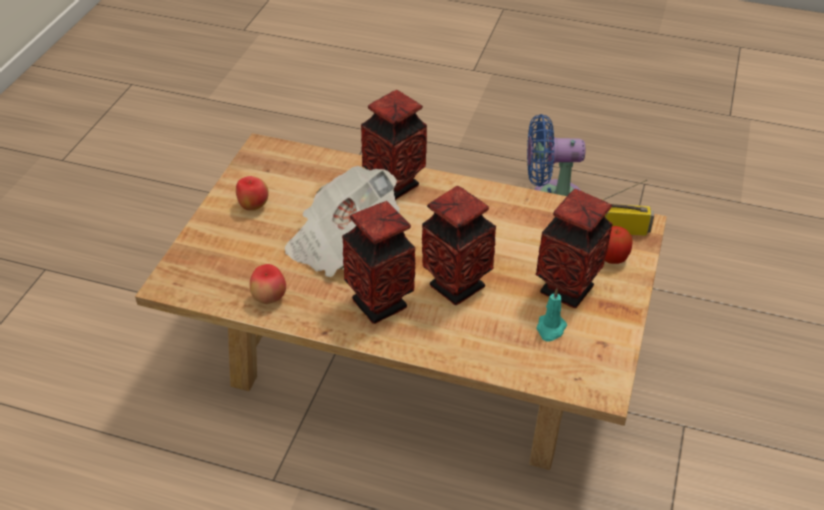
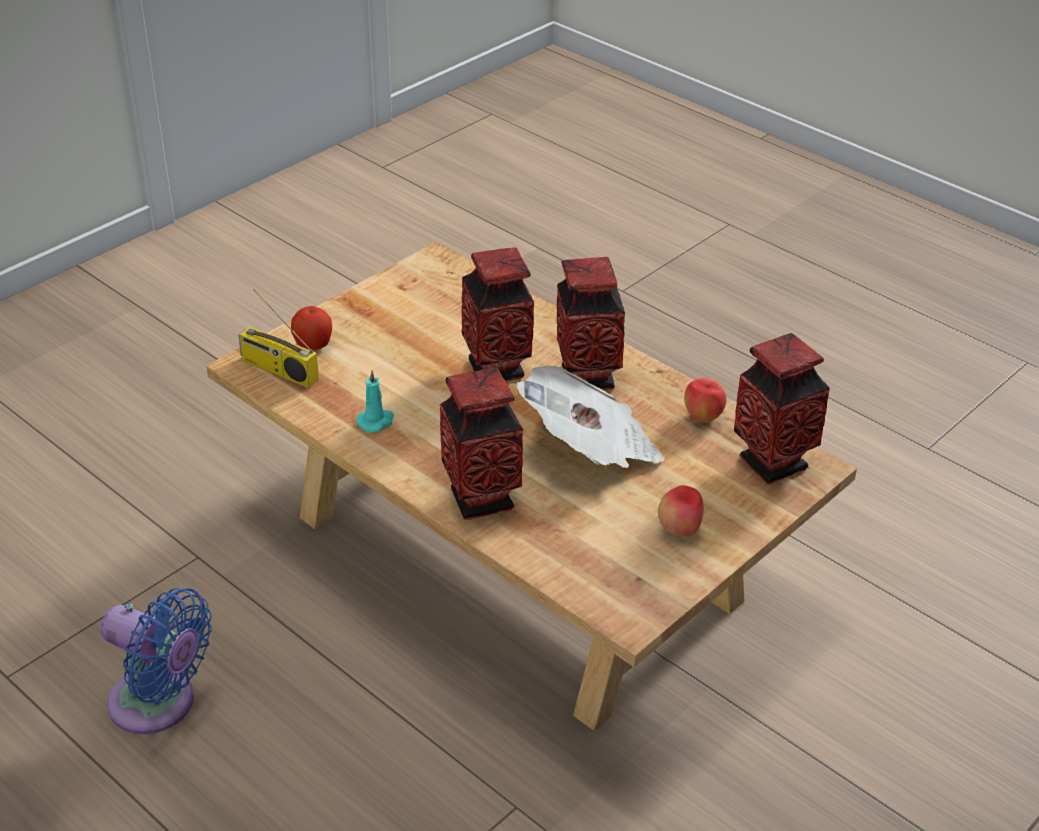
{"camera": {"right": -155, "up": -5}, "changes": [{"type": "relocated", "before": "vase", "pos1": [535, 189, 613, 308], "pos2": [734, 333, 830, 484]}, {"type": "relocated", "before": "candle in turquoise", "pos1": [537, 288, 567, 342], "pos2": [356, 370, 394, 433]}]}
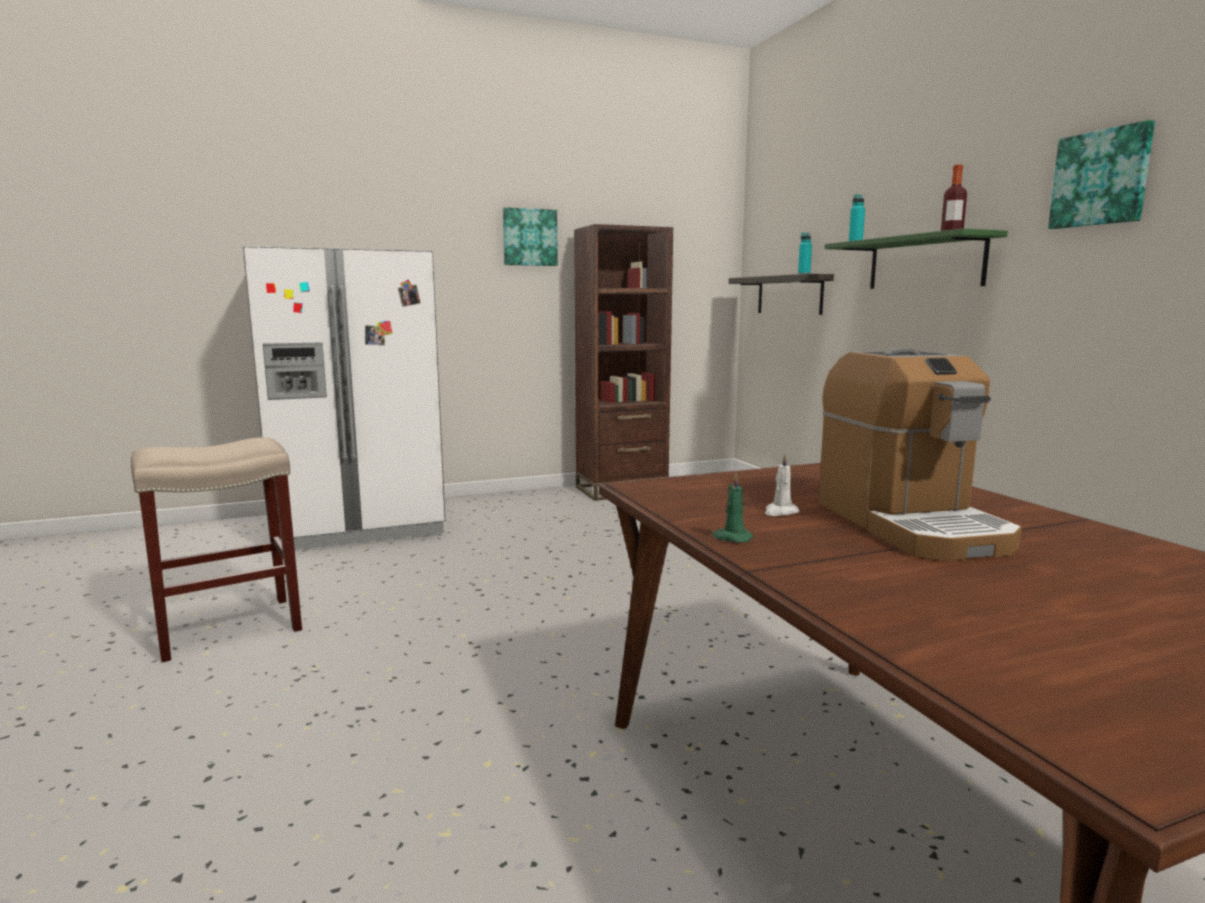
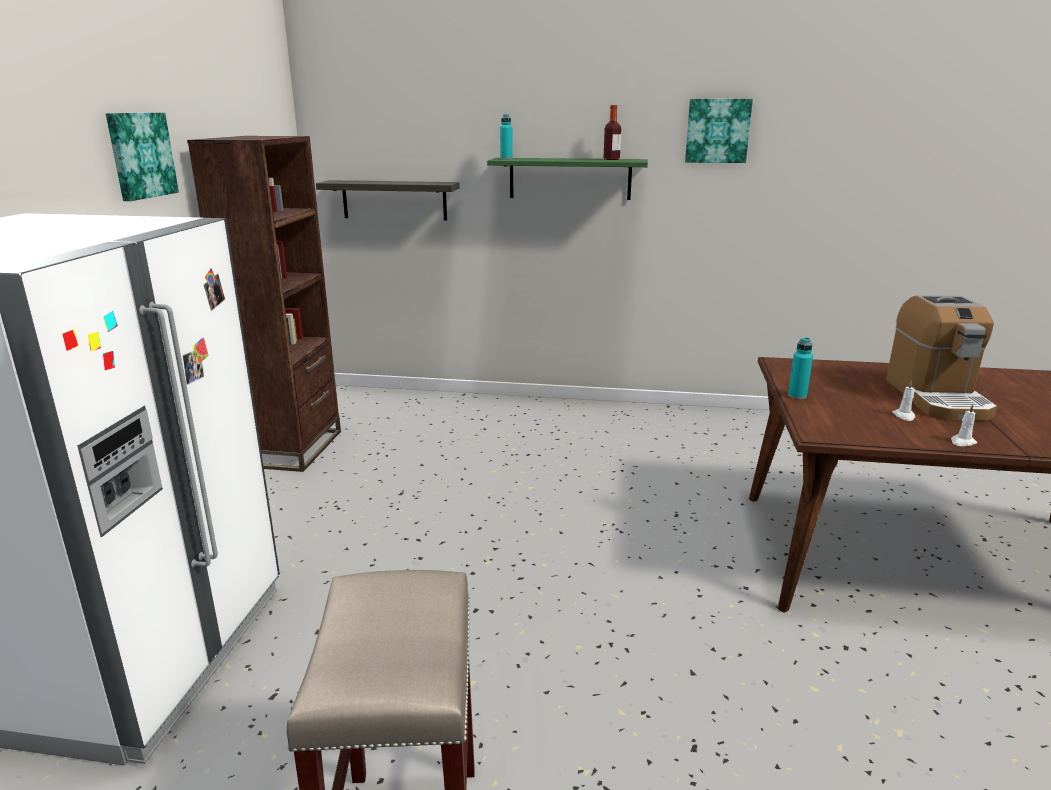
{"camera": {"right": -60, "up": 10}, "changes": [{"type": "relocated", "before": "bottle in turquoise", "pos1": [798, 233, 812, 274], "pos2": [788, 337, 813, 399]}, {"type": "colour", "before": "candle in green", "after": "candle in white", "pos1": [712, 473, 754, 543], "pos2": [951, 404, 977, 446]}, {"type": "spun", "before": "coffee machine", "pos1": [818, 348, 1021, 561], "pos2": [886, 295, 997, 421], "turn": 75}]}
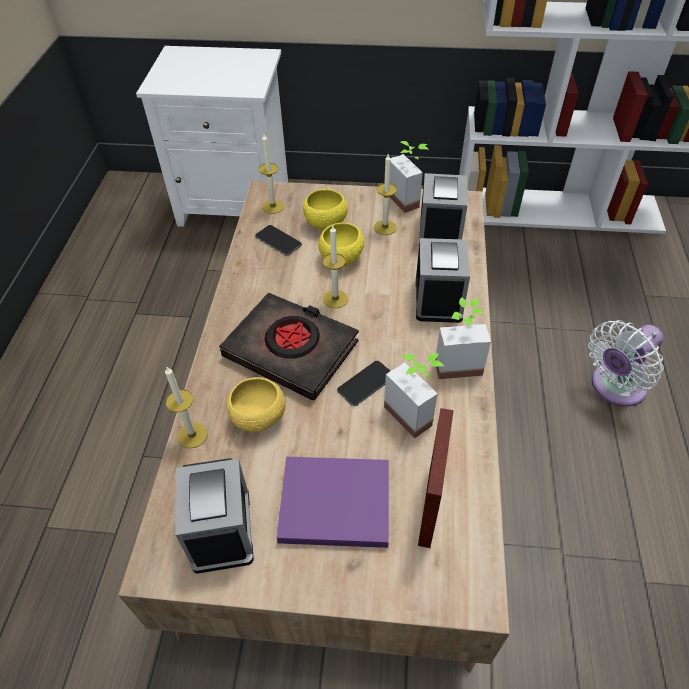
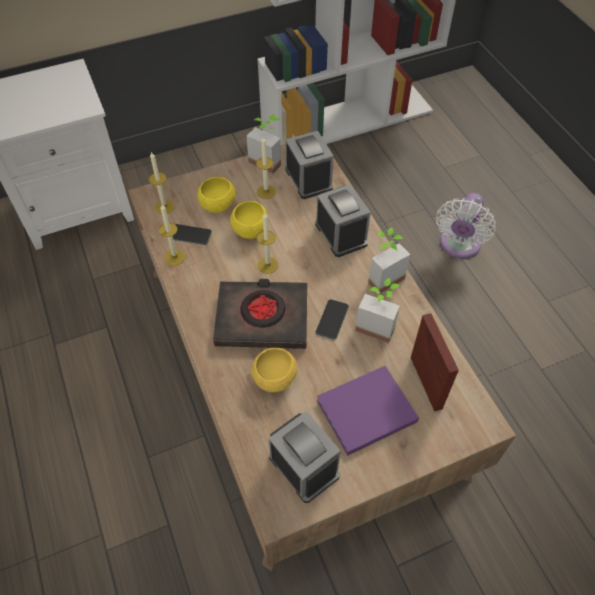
{"camera": {"right": -30, "up": 5}, "changes": [{"type": "relocated", "before": "candle", "pos1": [165, 367, 208, 448], "pos2": [159, 205, 185, 266]}]}
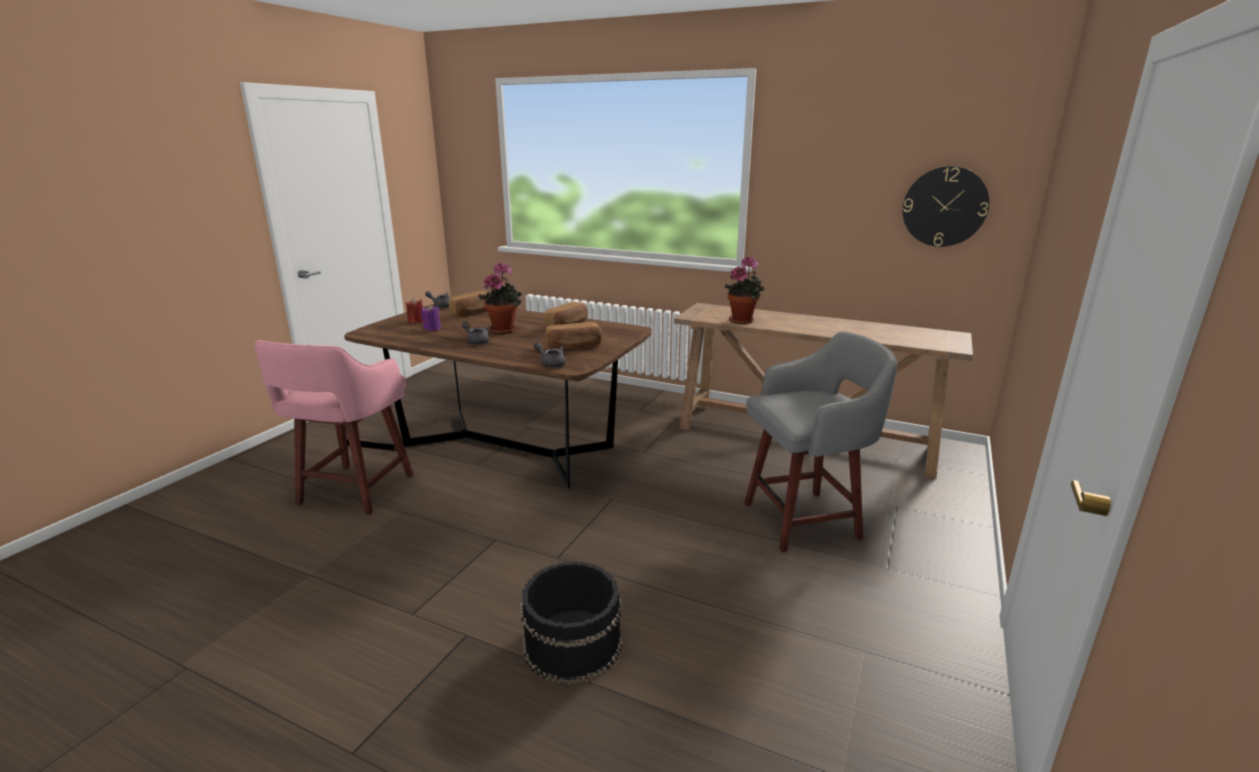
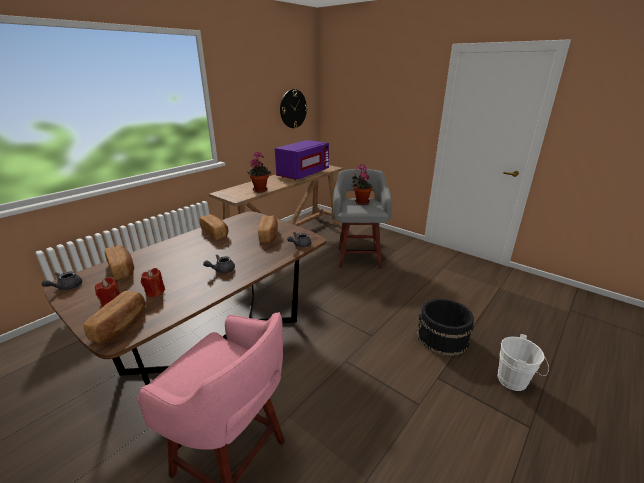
{"camera": {"right": -75, "up": 5}, "changes": [{"type": "appeared", "after": "bread", "pos2": [84, 291, 145, 343]}, {"type": "appeared", "after": "microwave in purple", "pos2": [275, 140, 329, 180]}, {"type": "appeared", "after": "bucket in white", "pos2": [498, 334, 549, 391]}, {"type": "relocated", "before": "potted plant", "pos1": [478, 262, 522, 334], "pos2": [352, 164, 373, 205]}, {"type": "colour", "before": "candle in purple", "after": "candle in red", "pos1": [422, 305, 441, 331], "pos2": [141, 268, 165, 297]}]}
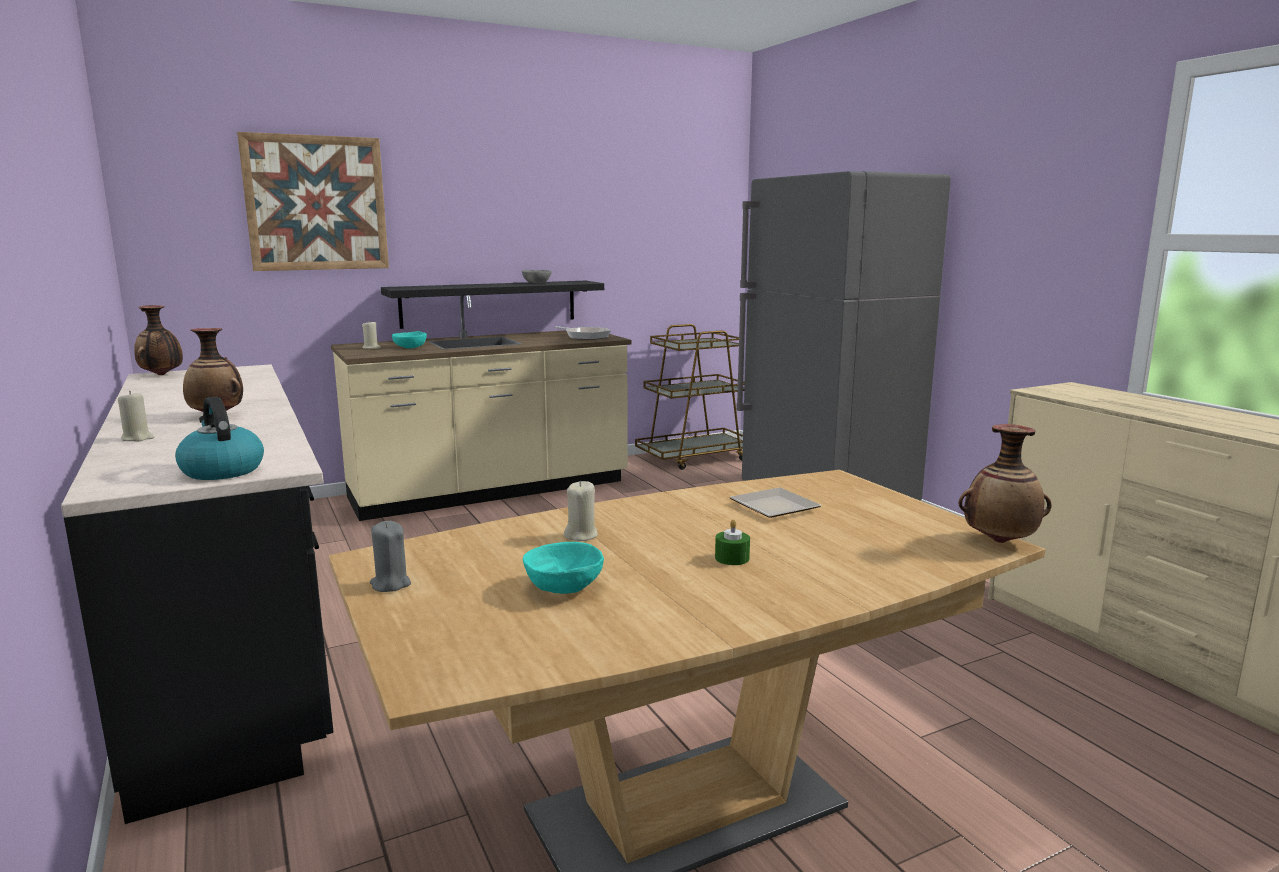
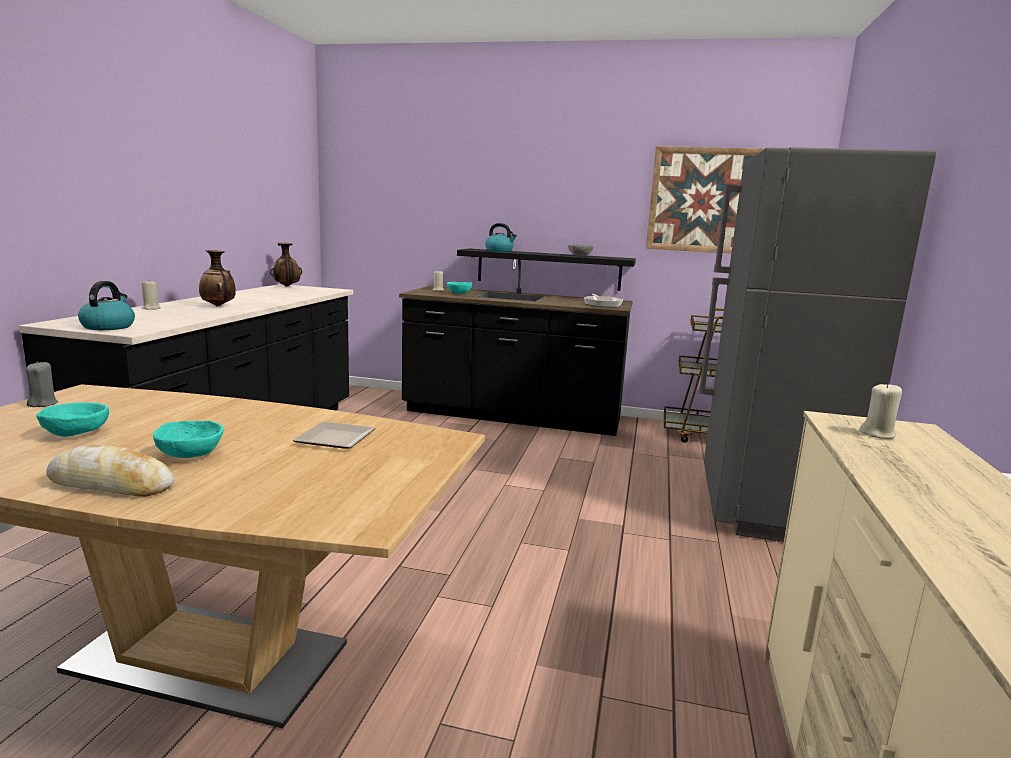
{"camera": {"right": 40, "up": 0}, "changes": [{"type": "missing", "before": "vase", "pos1": [959, 424, 1052, 543]}, {"type": "appeared", "after": "bread", "pos2": [46, 445, 174, 497]}, {"type": "appeared", "after": "kettle", "pos2": [485, 223, 517, 252]}, {"type": "relocated", "before": "picture", "pos1": [237, 132, 389, 271], "pos2": [646, 146, 763, 254]}, {"type": "relocated", "before": "candle in beige", "pos1": [564, 481, 598, 541], "pos2": [859, 383, 902, 439]}, {"type": "exchanged", "before": "candle in green", "after": "bowl in turquoise", "pos1": [715, 519, 750, 565], "pos2": [153, 420, 224, 458]}, {"type": "colour", "before": "counter in beige", "after": "counter in black", "pos1": [331, 295, 631, 521], "pos2": [399, 259, 633, 436]}]}
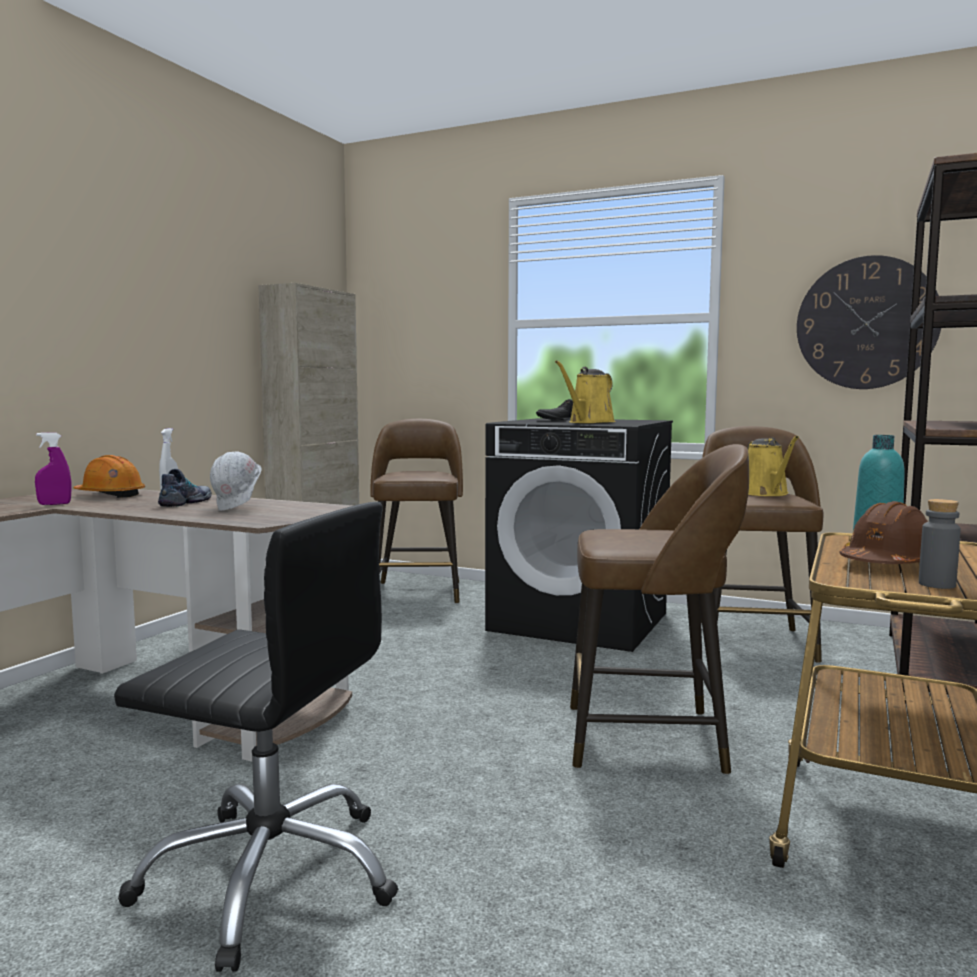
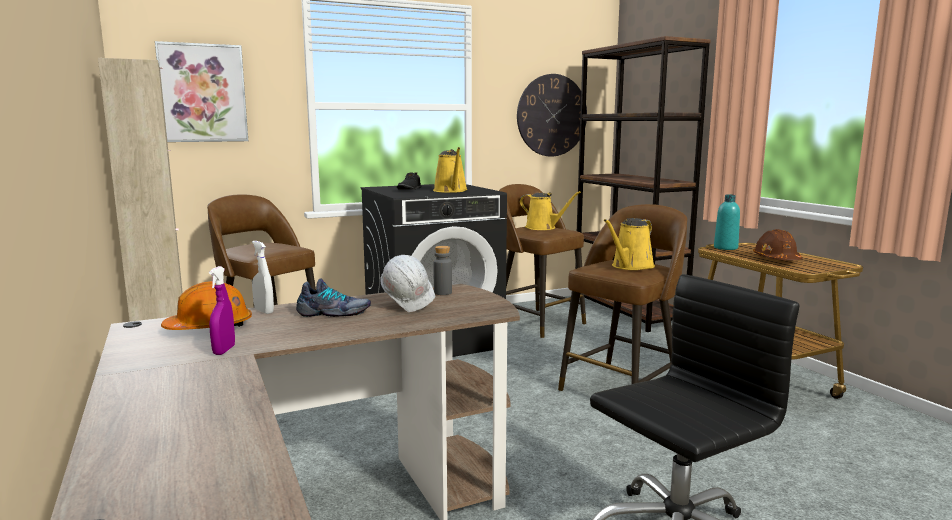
{"camera": {"right": -50, "up": 5}, "changes": [{"type": "appeared", "after": "picture", "pos2": [155, 41, 248, 142]}, {"type": "appeared", "after": "watering can in yellow", "pos2": [604, 218, 655, 270]}, {"type": "relocated", "before": "bottle in grey", "pos1": [919, 499, 961, 589], "pos2": [433, 246, 452, 295]}, {"type": "spun", "before": "shoe", "pos1": [158, 469, 212, 507], "pos2": [296, 279, 371, 317], "turn": 120}]}
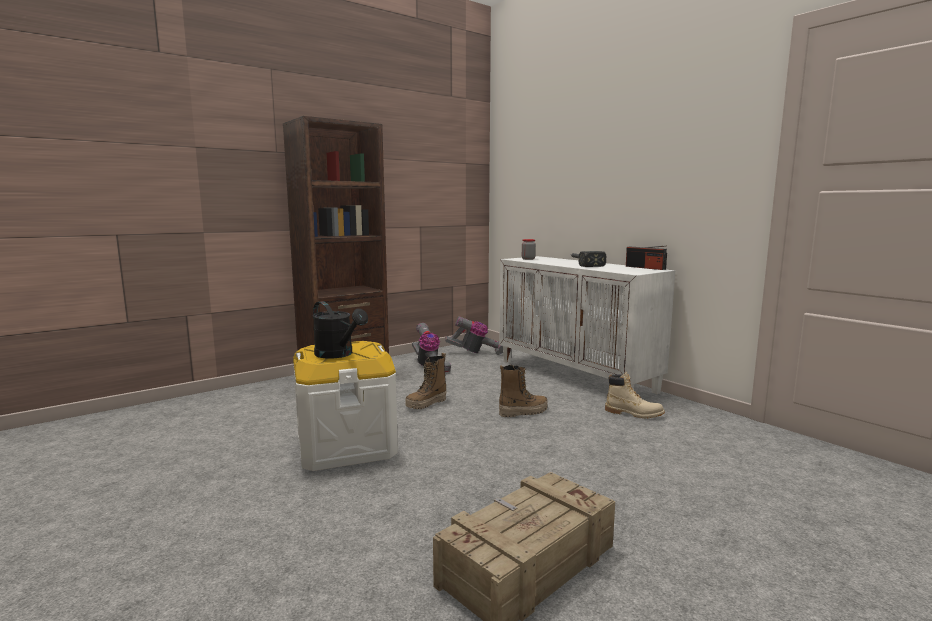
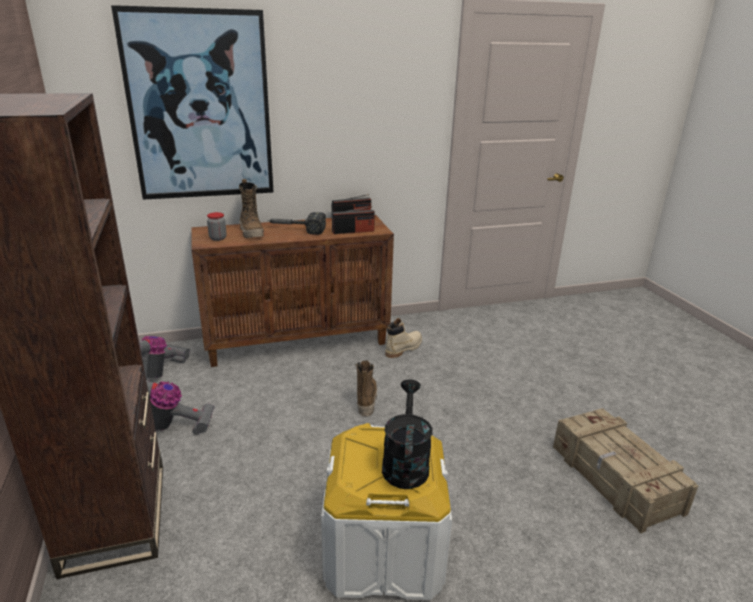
{"camera": {"right": -70, "up": 15}, "changes": [{"type": "appeared", "after": "picture", "pos2": [111, 5, 274, 200]}, {"type": "appeared", "after": "radio", "pos2": [332, 206, 375, 234]}, {"type": "relocated", "before": "boot", "pos1": [405, 353, 447, 409], "pos2": [239, 179, 264, 238]}, {"type": "colour", "before": "cabinet in white", "after": "cabinet in brown", "pos1": [499, 256, 675, 394], "pos2": [191, 215, 394, 367]}, {"type": "spun", "before": "watering can in black", "pos1": [313, 301, 368, 358], "pos2": [382, 379, 433, 489], "turn": -60}]}
